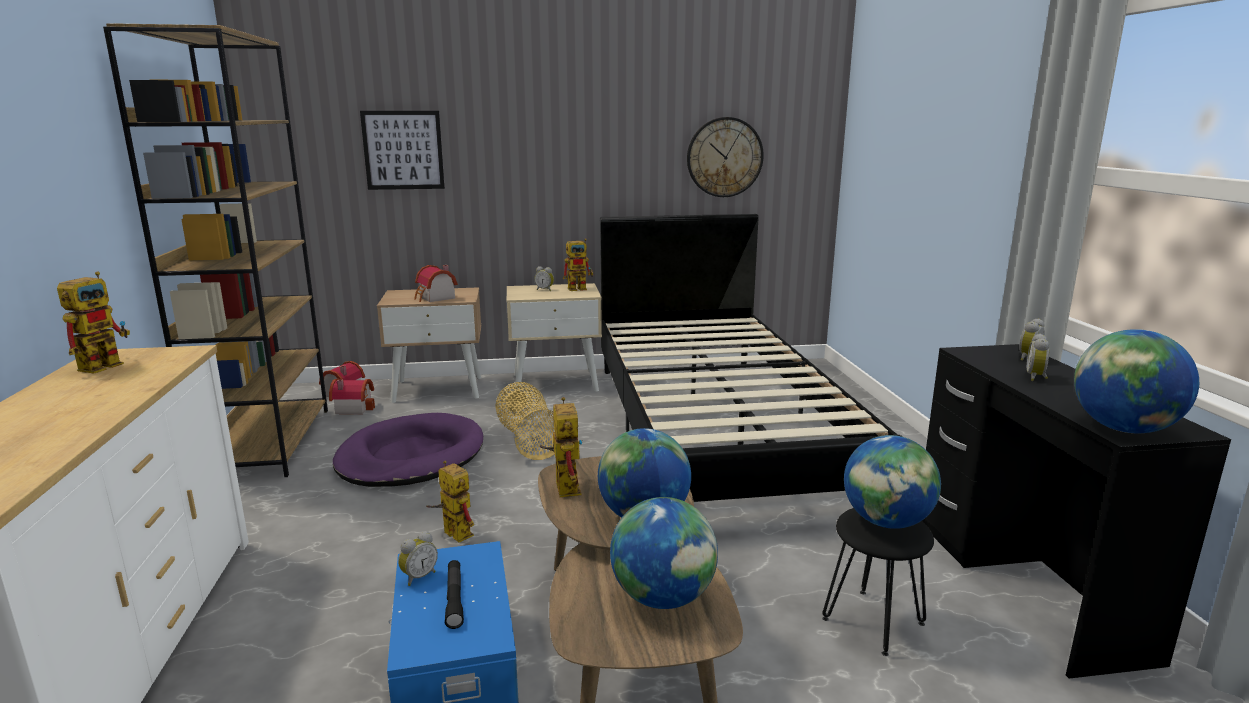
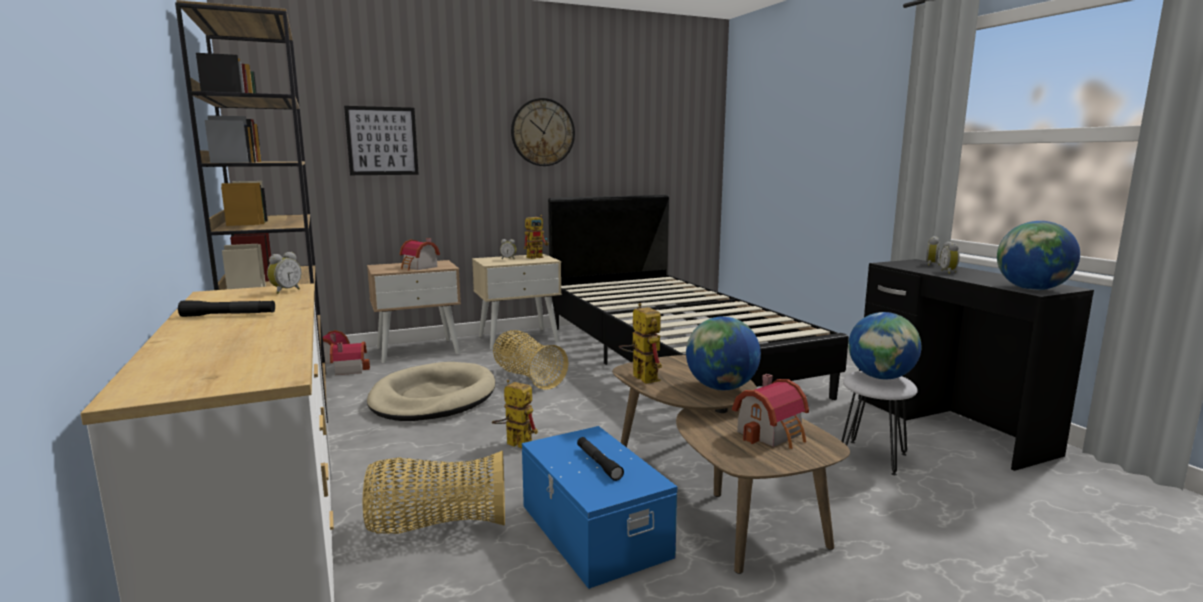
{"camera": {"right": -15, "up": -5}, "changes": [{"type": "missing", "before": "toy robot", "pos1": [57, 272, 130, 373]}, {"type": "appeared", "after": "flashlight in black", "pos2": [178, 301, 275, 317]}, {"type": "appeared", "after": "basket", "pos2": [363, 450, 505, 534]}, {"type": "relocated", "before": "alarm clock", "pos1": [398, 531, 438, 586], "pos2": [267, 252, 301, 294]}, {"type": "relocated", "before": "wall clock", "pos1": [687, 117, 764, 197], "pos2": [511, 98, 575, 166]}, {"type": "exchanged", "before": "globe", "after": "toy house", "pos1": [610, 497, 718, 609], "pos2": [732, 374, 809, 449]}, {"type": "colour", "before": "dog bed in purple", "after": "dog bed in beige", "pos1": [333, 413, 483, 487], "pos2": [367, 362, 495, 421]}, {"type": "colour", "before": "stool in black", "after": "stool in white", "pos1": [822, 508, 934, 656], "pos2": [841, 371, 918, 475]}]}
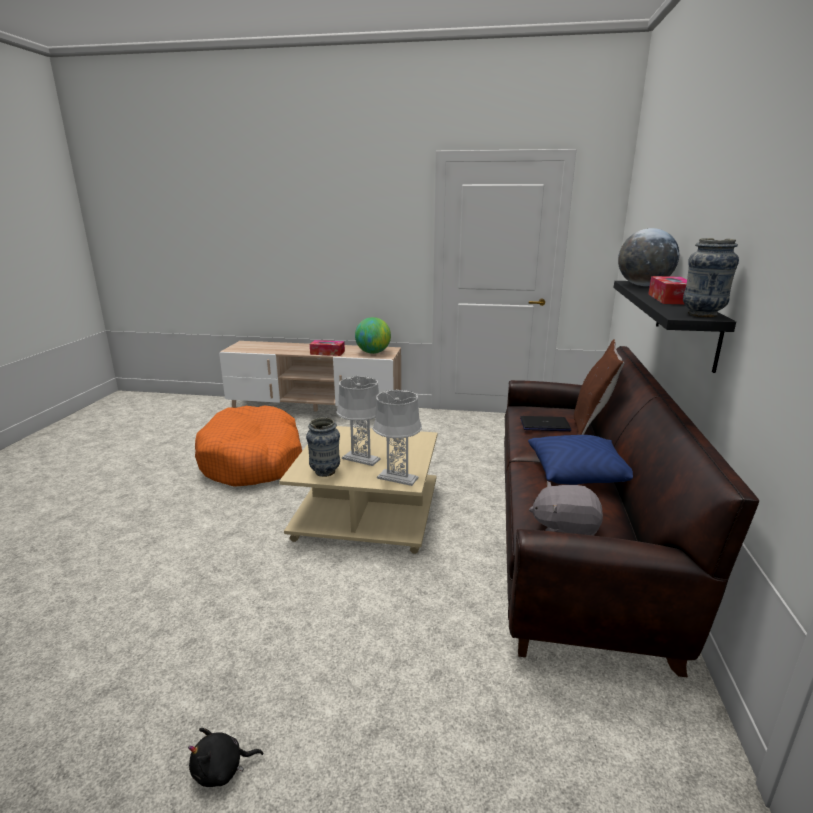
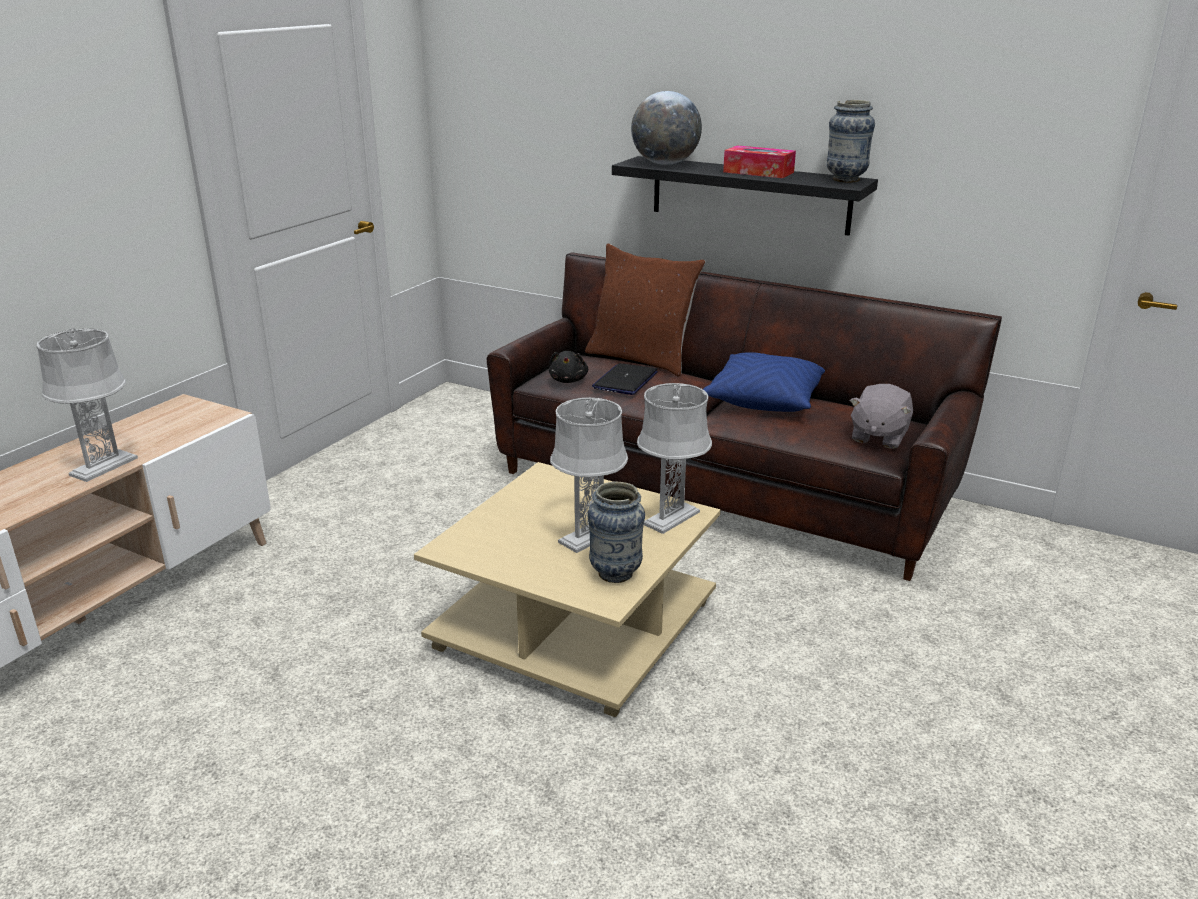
{"camera": {"right": -70, "up": 5}, "changes": [{"type": "missing", "before": "dog bed in orange", "pos1": [195, 405, 302, 487]}, {"type": "missing", "before": "globe", "pos1": [355, 317, 391, 354]}, {"type": "relocated", "before": "plush toy in black", "pos1": [188, 728, 263, 787], "pos2": [549, 351, 588, 383]}, {"type": "exchanged", "before": "tissue box", "after": "table lamp in grey", "pos1": [310, 340, 345, 356], "pos2": [36, 328, 138, 482]}]}
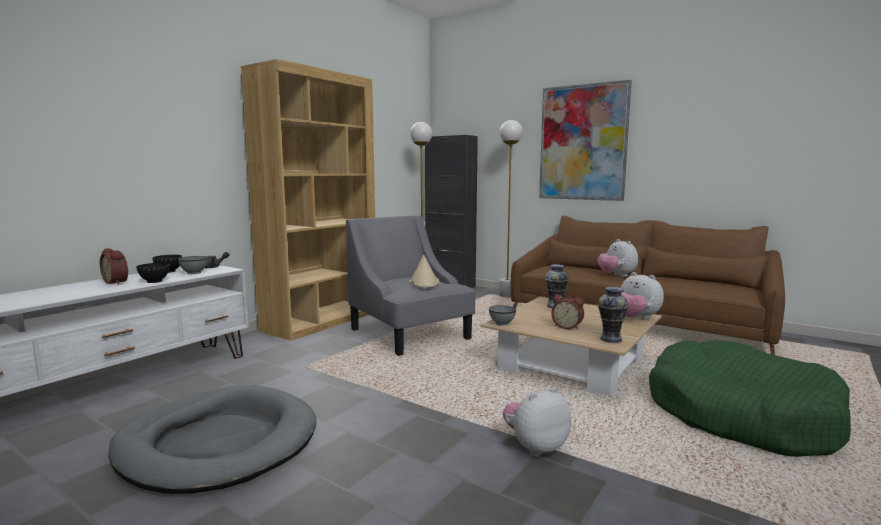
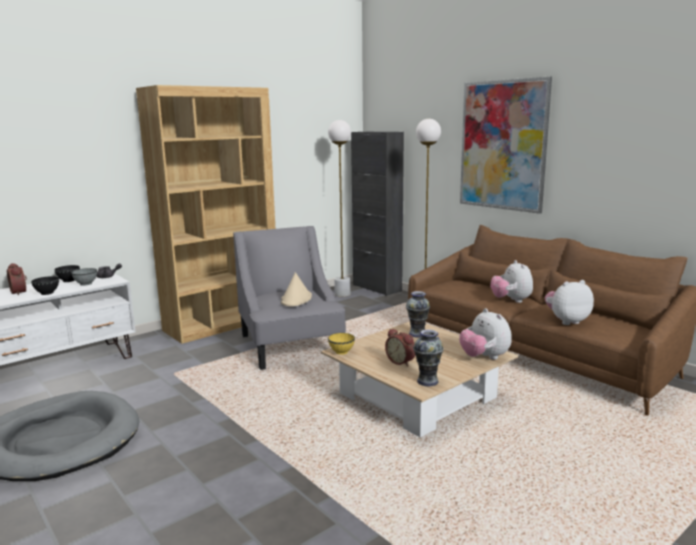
{"camera": {"right": 15, "up": 5}, "changes": [{"type": "missing", "before": "dog bed in green", "pos1": [649, 340, 851, 457]}, {"type": "relocated", "before": "plush toy", "pos1": [503, 387, 571, 456], "pos2": [545, 280, 594, 325]}, {"type": "colour", "before": "bowl in grey", "after": "bowl in yellow", "pos1": [489, 305, 516, 326], "pos2": [328, 333, 355, 355]}]}
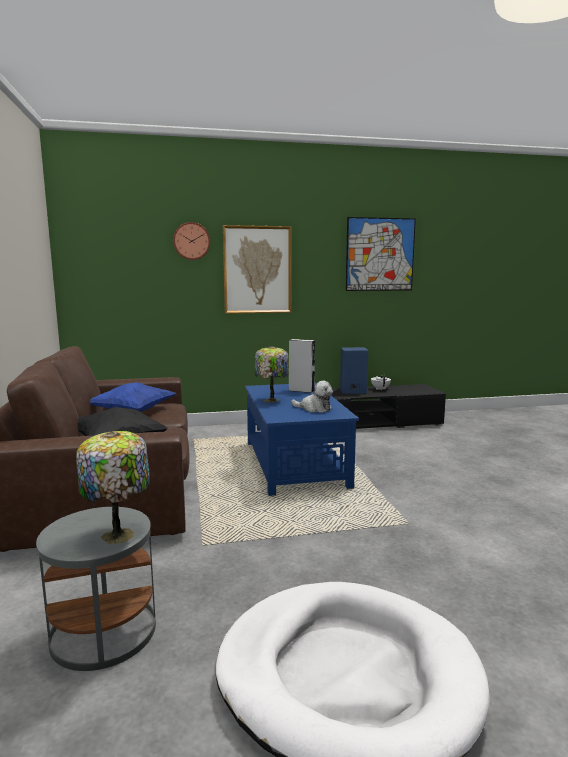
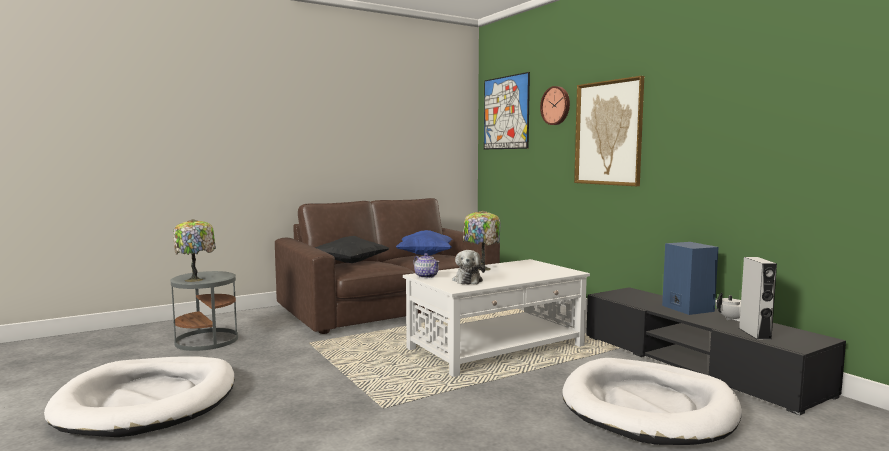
{"camera": {"right": 70, "up": -5}, "changes": [{"type": "appeared", "after": "teapot", "pos2": [414, 253, 440, 278]}, {"type": "appeared", "after": "dog bed in white", "pos2": [562, 358, 742, 445]}, {"type": "relocated", "before": "speaker in grey", "pos1": [289, 339, 315, 393], "pos2": [739, 257, 777, 340]}, {"type": "relocated", "before": "picture", "pos1": [345, 217, 416, 291], "pos2": [484, 72, 530, 149]}, {"type": "colour", "before": "coffee table in blue", "after": "coffee table in white", "pos1": [245, 383, 359, 496], "pos2": [403, 259, 590, 377]}]}
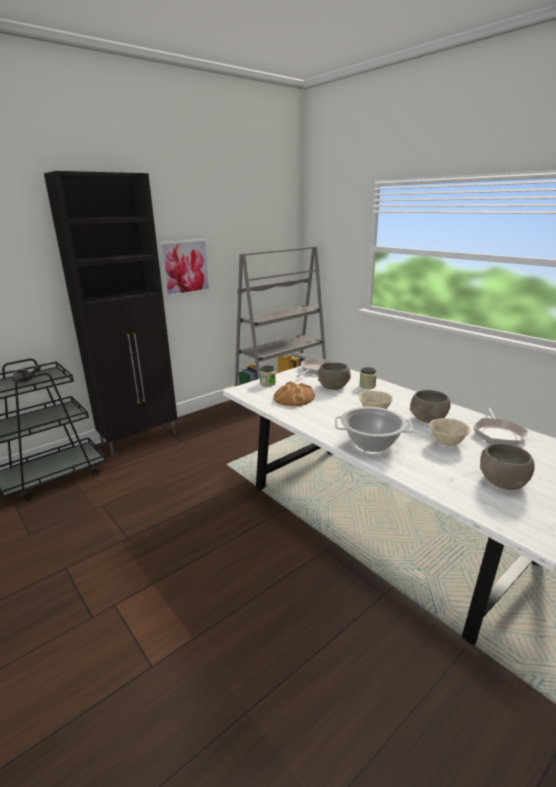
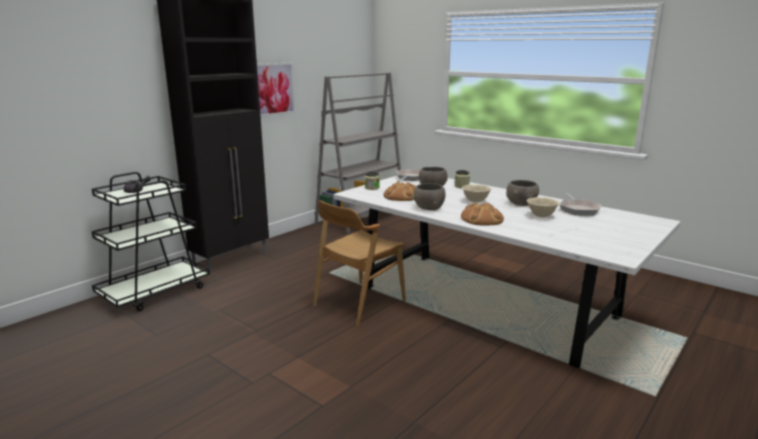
{"camera": {"right": -10, "up": -5}, "changes": [{"type": "appeared", "after": "chair in brown", "pos2": [313, 200, 406, 326]}, {"type": "relocated", "before": "bowl in grey", "pos1": [480, 443, 535, 490], "pos2": [413, 183, 446, 210]}, {"type": "exchanged", "before": "cooking pot", "after": "bread", "pos1": [335, 407, 413, 452], "pos2": [461, 203, 504, 226]}]}
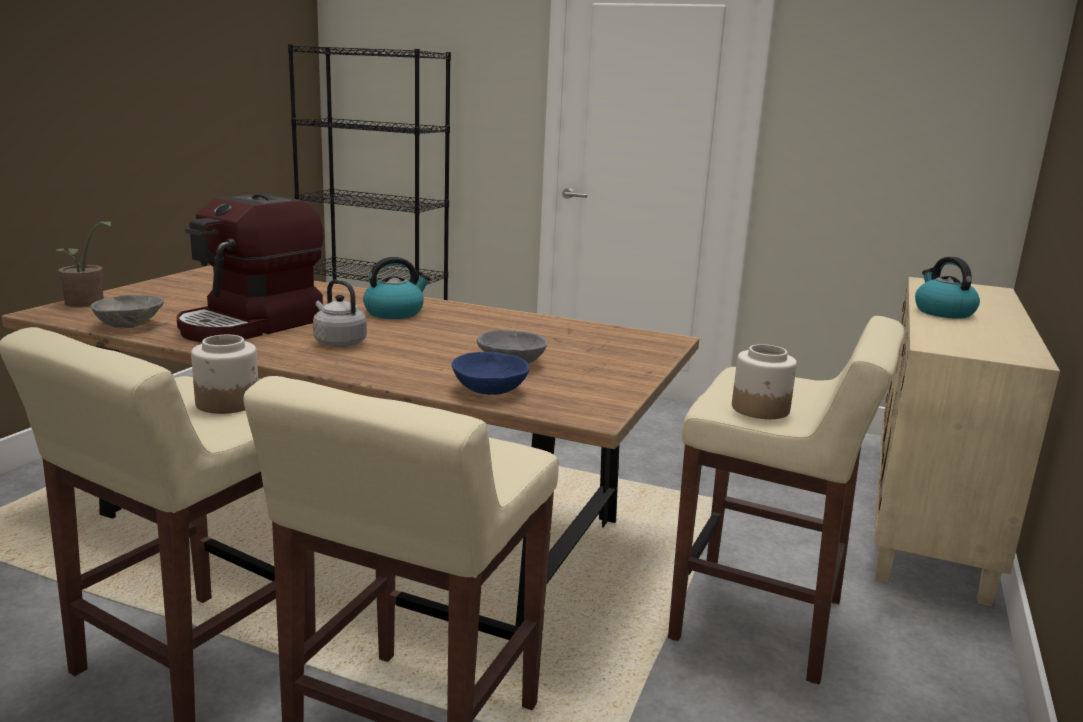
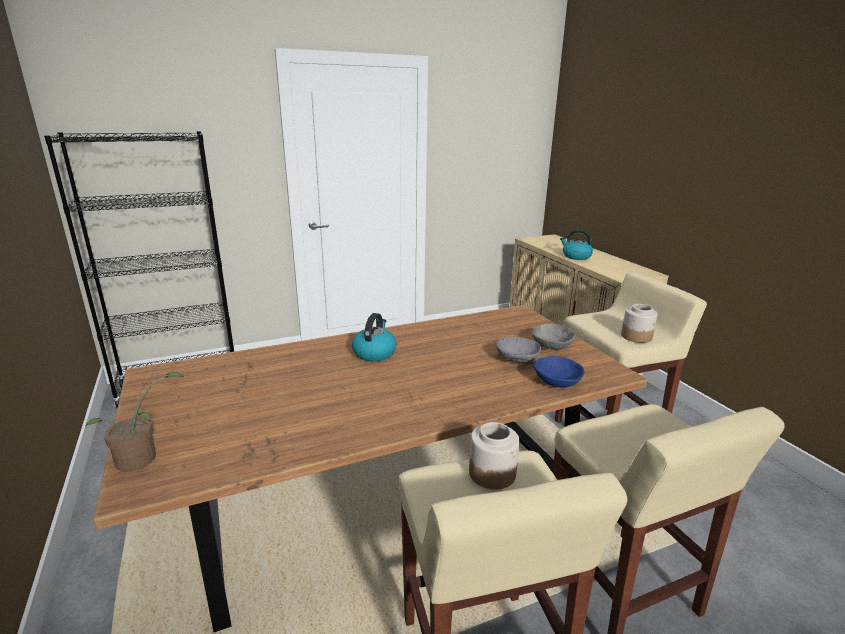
{"camera": {"right": -45, "up": 5}, "changes": [{"type": "missing", "before": "coffee machine", "pos1": [177, 193, 324, 342]}, {"type": "missing", "before": "kettle in grey", "pos1": [313, 279, 367, 347]}, {"type": "relocated", "before": "bowl in grey", "pos1": [91, 295, 164, 328], "pos2": [532, 324, 576, 350]}]}
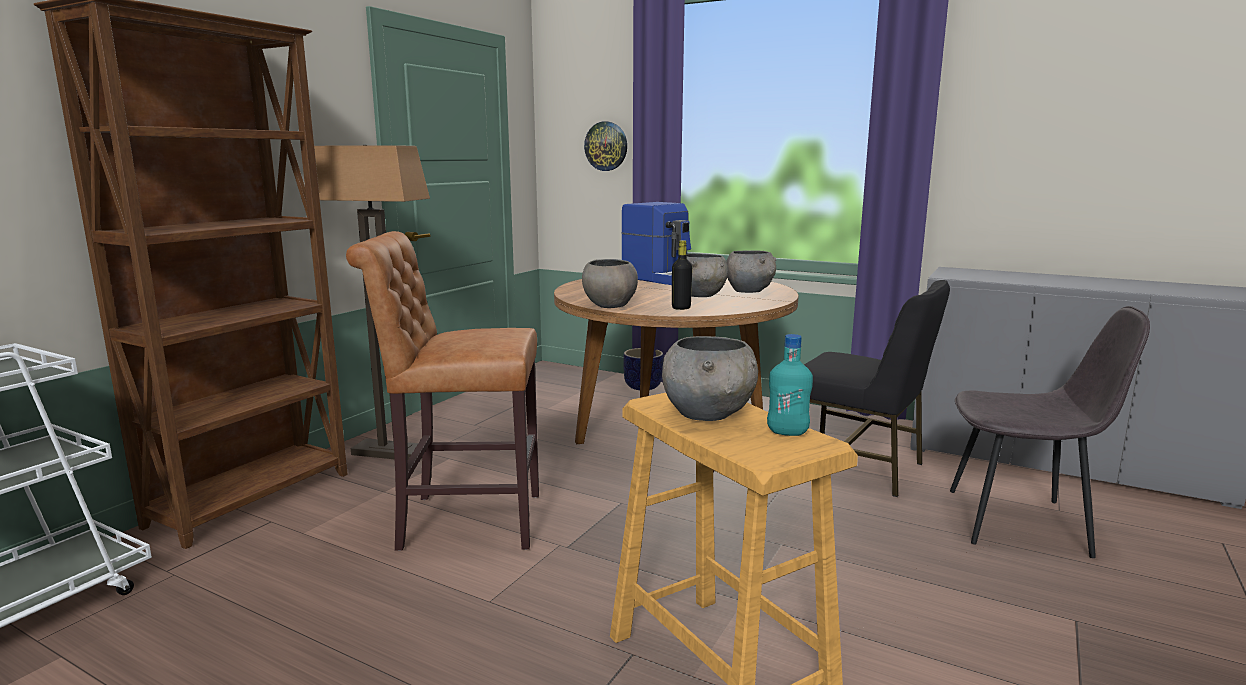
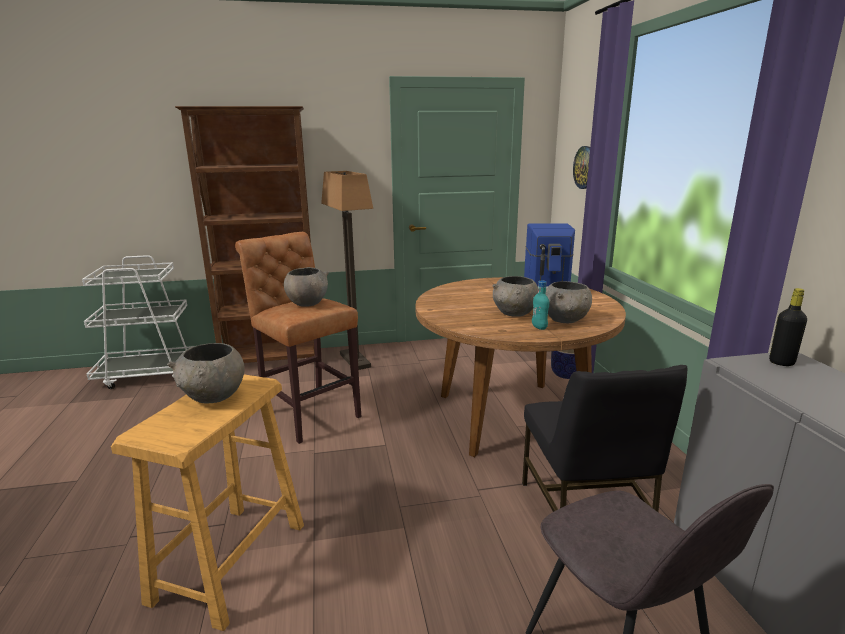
{"camera": {"right": 50, "up": 5}, "changes": [{"type": "relocated", "before": "bowl in grey", "pos1": [582, 259, 638, 308], "pos2": [284, 267, 329, 307]}, {"type": "relocated", "before": "bottle in black", "pos1": [672, 240, 692, 310], "pos2": [769, 288, 807, 366]}, {"type": "relocated", "before": "bottle in turquoise", "pos1": [767, 334, 813, 436], "pos2": [532, 281, 549, 330]}]}
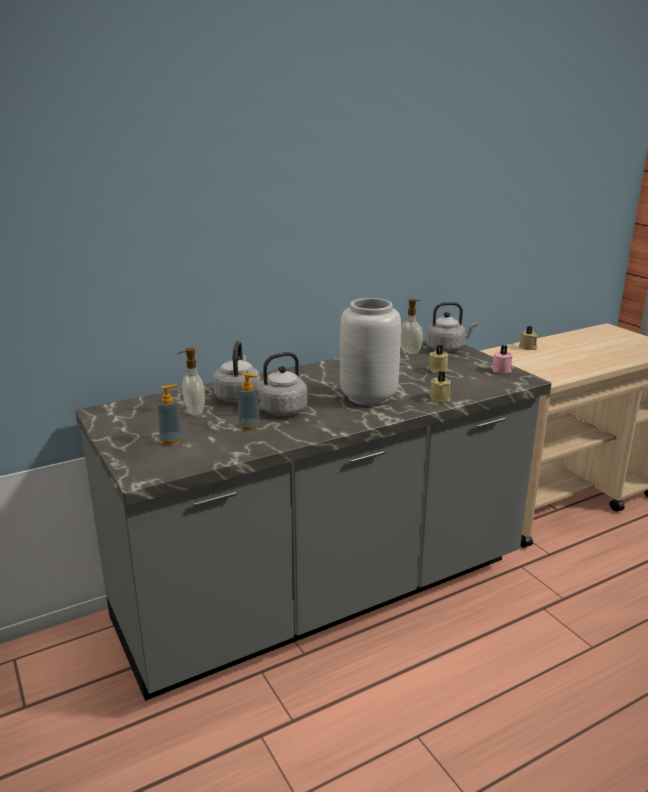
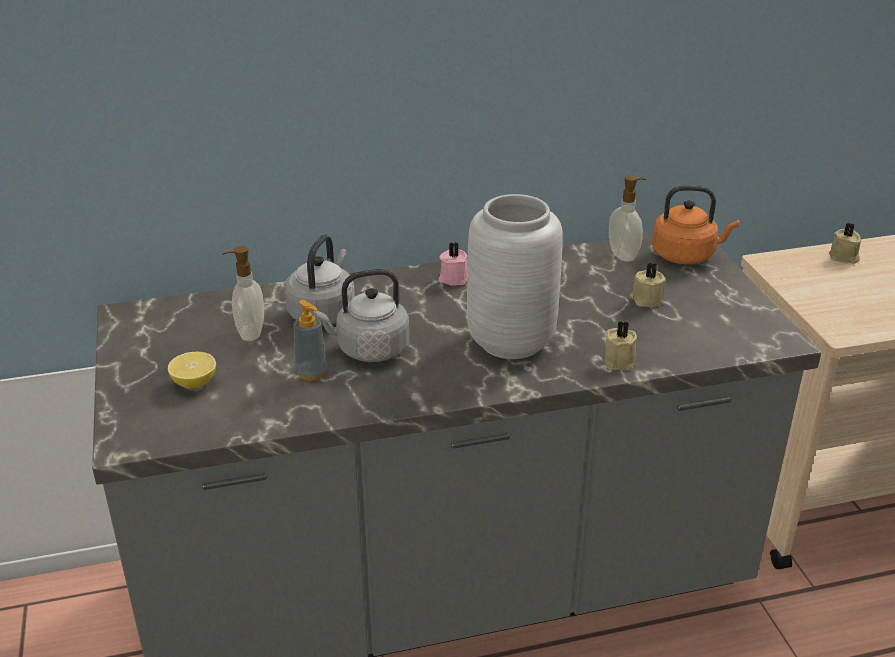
{"camera": {"right": 15, "up": 10}, "changes": [{"type": "relocated", "before": "candle in pink", "pos1": [491, 345, 513, 374], "pos2": [438, 242, 468, 285]}, {"type": "exchanged", "before": "soap dispenser", "after": "lemon", "pos1": [158, 384, 182, 445], "pos2": [168, 352, 216, 389]}, {"type": "colour", "before": "kettle in grey", "after": "kettle in orange", "pos1": [425, 302, 478, 352], "pos2": [652, 185, 740, 264]}]}
